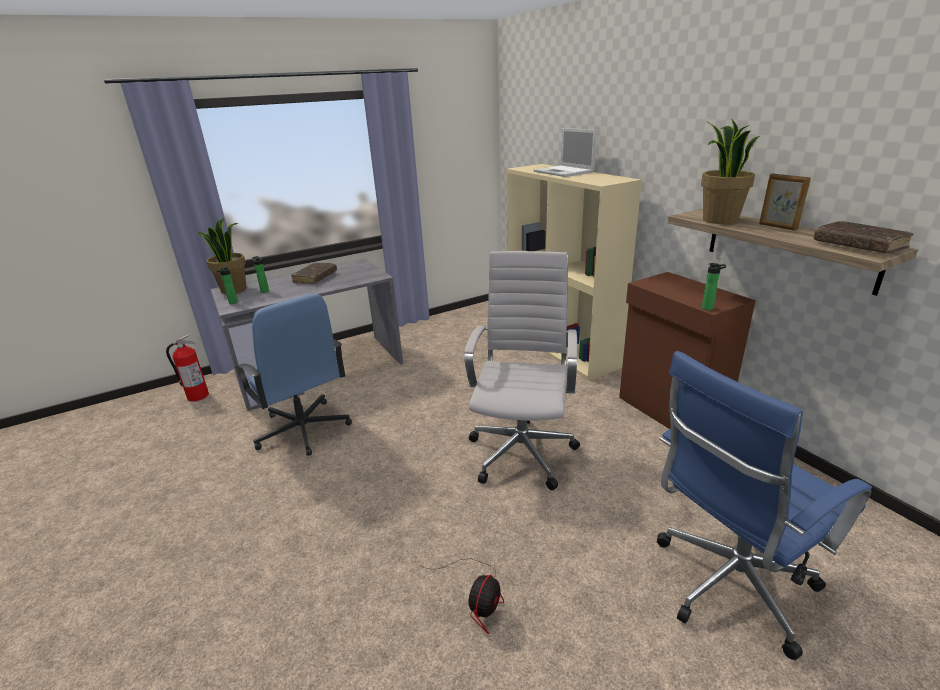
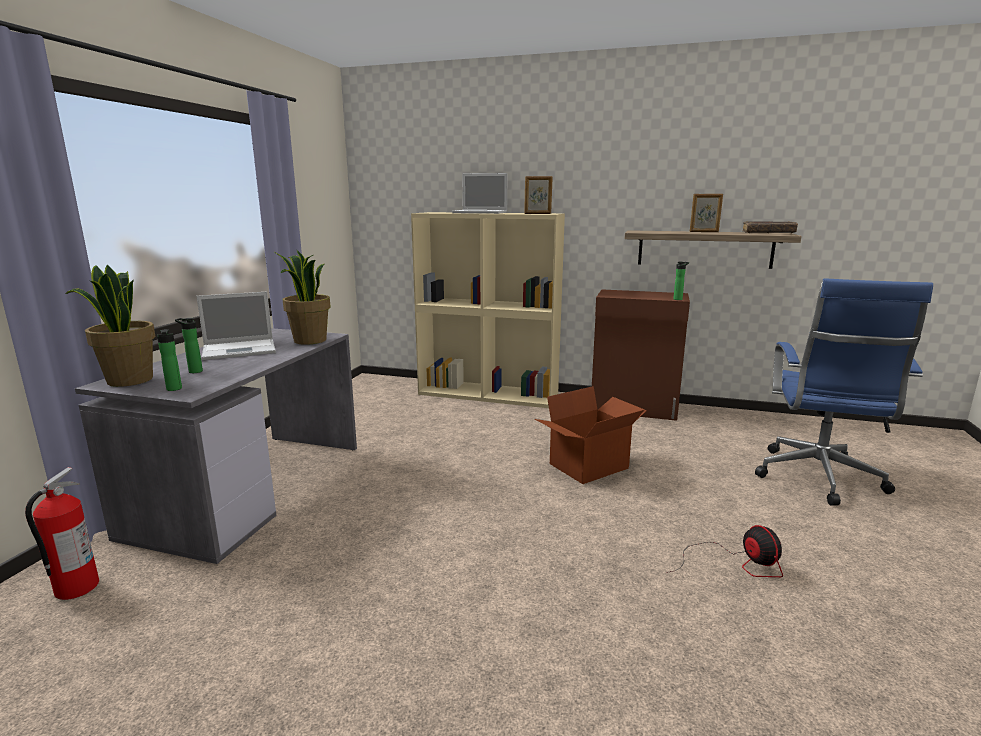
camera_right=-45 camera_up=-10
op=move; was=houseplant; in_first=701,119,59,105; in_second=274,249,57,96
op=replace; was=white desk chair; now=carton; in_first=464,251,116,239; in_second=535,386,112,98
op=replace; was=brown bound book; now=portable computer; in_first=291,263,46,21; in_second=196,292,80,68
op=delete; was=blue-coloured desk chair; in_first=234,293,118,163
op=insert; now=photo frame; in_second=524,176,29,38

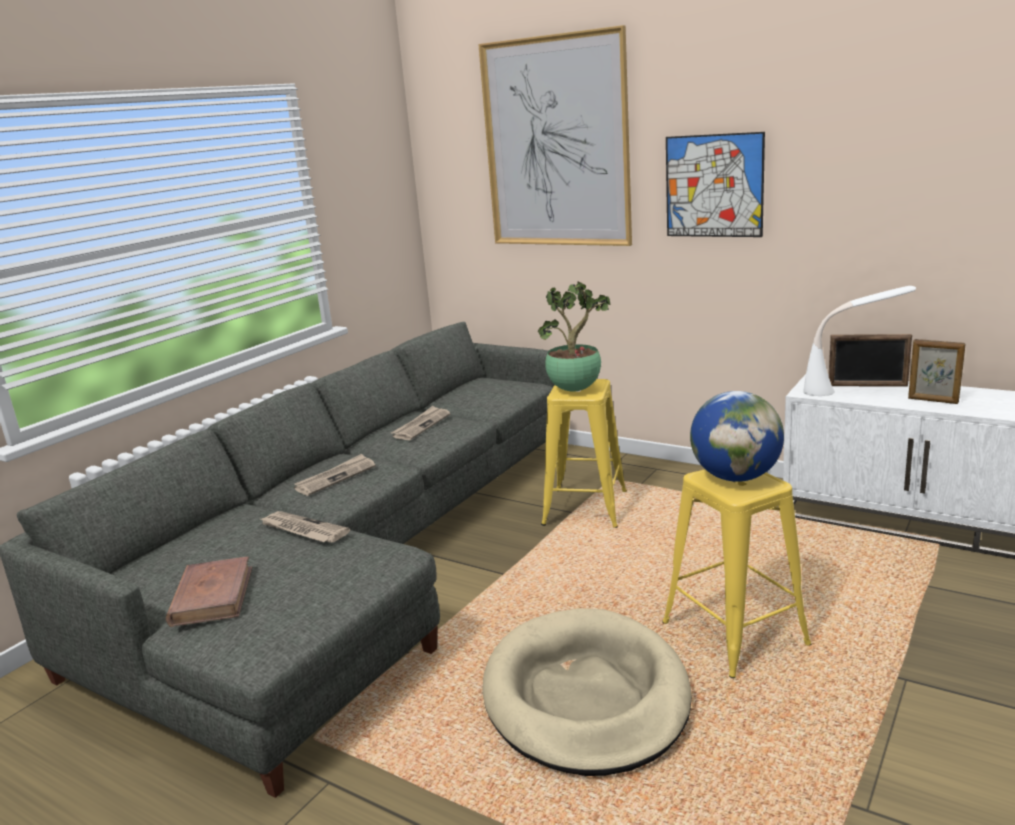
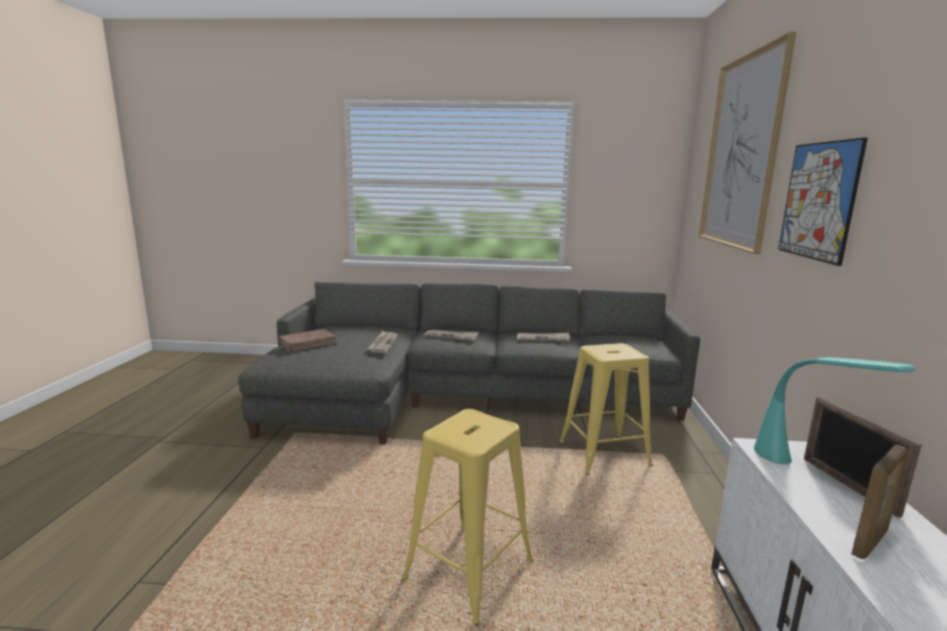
camera_right=60 camera_up=-5
op=delete; was=houseplant; in_first=538,281,72,111
op=recolor; was=white lamp for a table; now=turquoise-coloured lamp for a table; in_first=803,286,113,110; in_second=754,357,162,107
op=rotate; was=photo frame; in_first=908,339,58,65; in_second=851,445,57,114; clockwise=-135
op=delete; was=globe; in_first=690,391,94,91
op=delete; was=beige dog bed; in_first=482,608,210,168

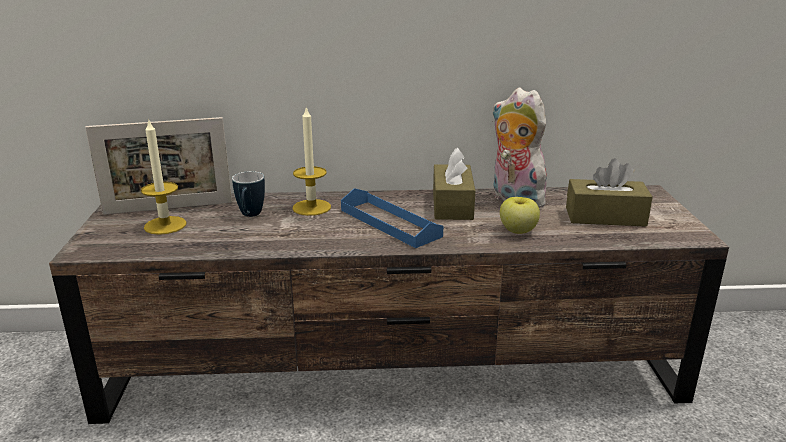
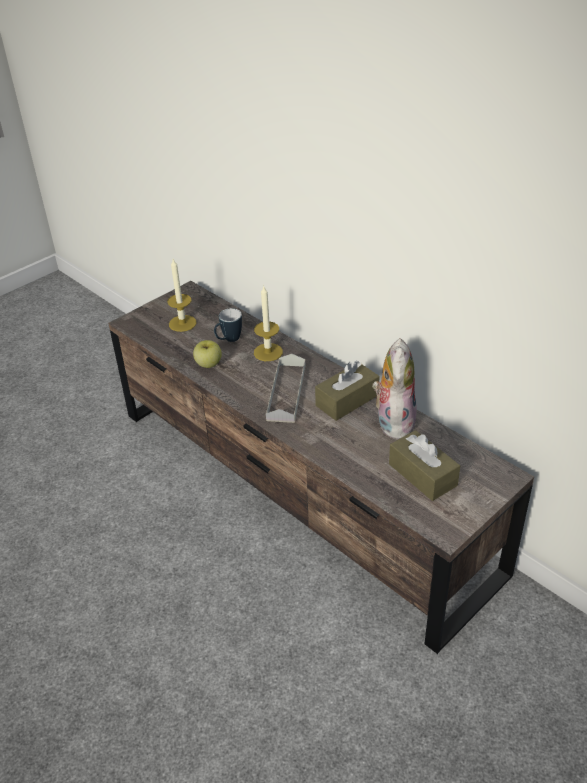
camera_right=50 camera_up=15
op=delete; was=photo frame; in_first=85,117,147,98
op=recolor; was=blue-coloured serving tray; now=gray serving tray; in_first=341,188,102,60; in_second=266,354,39,69
op=move; was=apple fruit; in_first=500,197,40,37; in_second=193,340,29,28

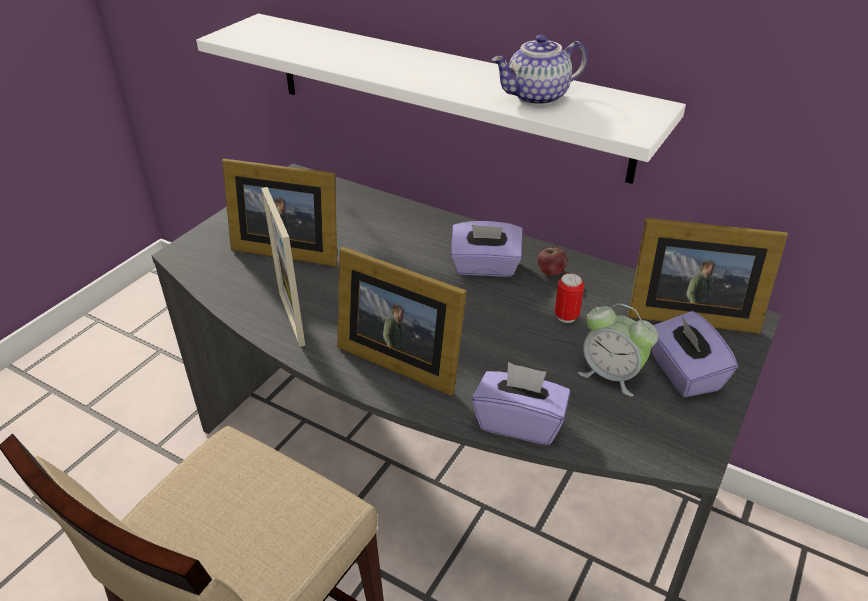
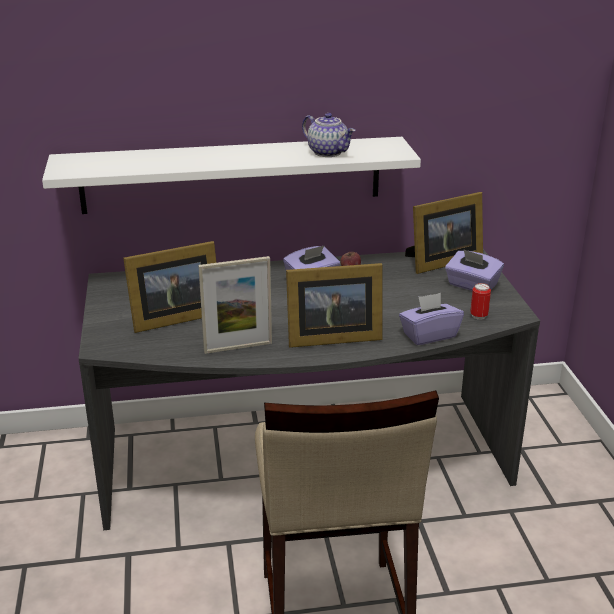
camera_right=-40 camera_up=-10
op=rotate; was=tea pot; in_first=491,35,96,71; in_second=302,113,54,44; clockwise=-75
op=rotate; was=photo frame; in_first=261,187,44,160; in_second=198,256,74,98; clockwise=-45
op=move; was=sealed can; in_first=555,273,29,50; in_second=470,283,21,37
op=delete; was=bedside clock; in_first=578,303,80,94

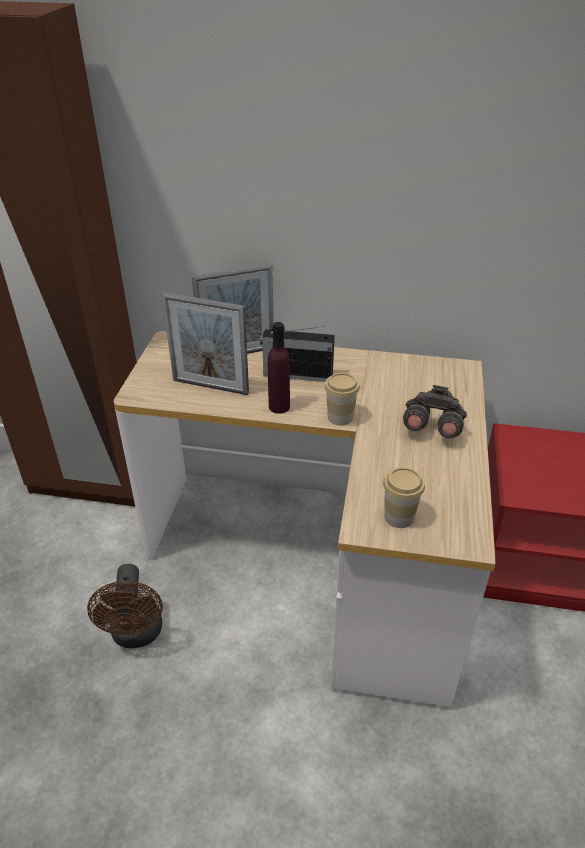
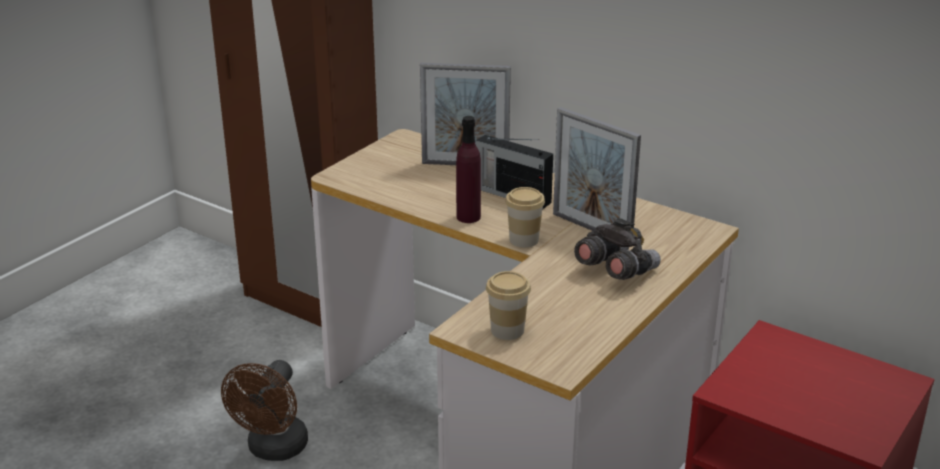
camera_right=25 camera_up=-10
op=move; was=photo frame; in_first=162,292,87,103; in_second=553,107,88,124

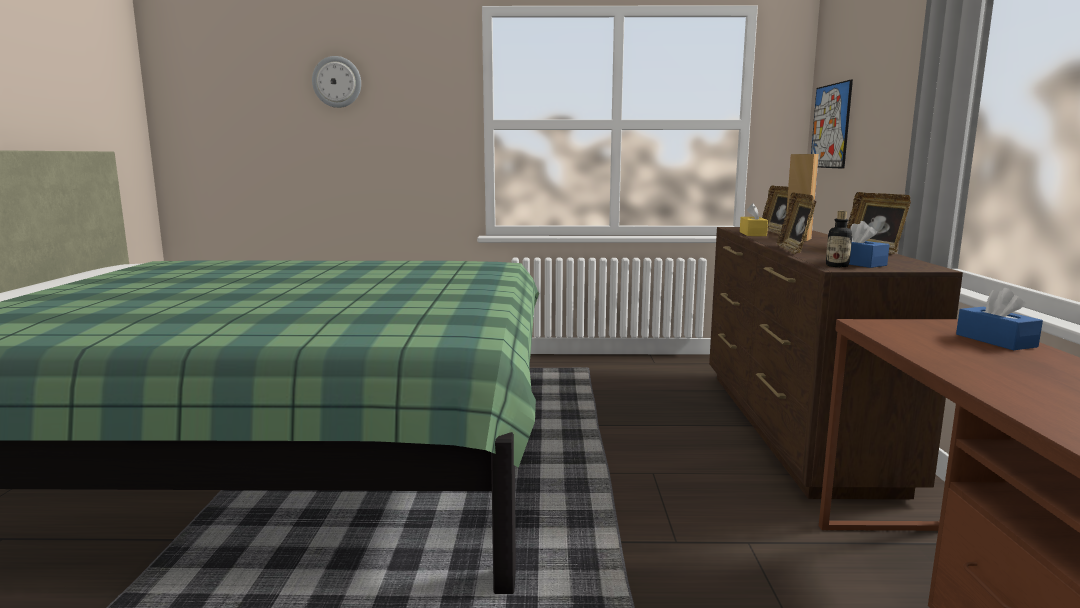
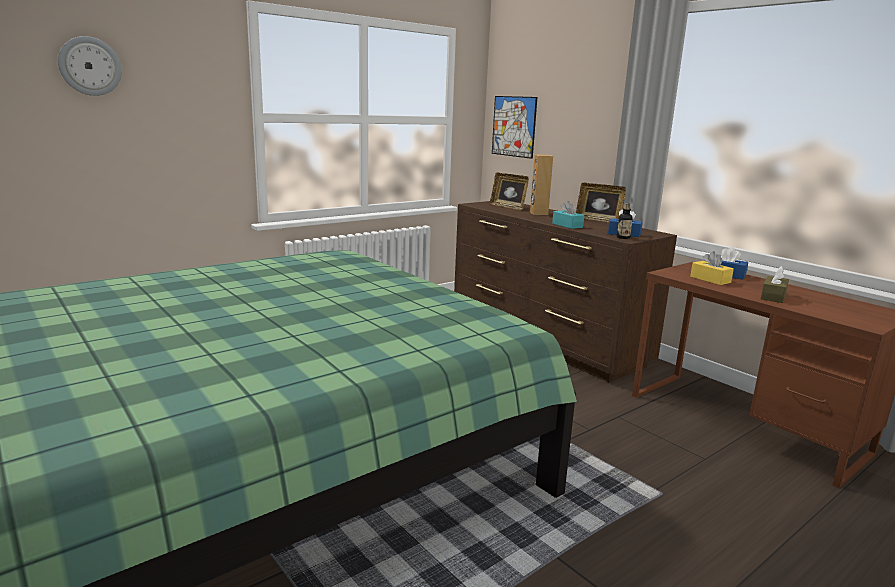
camera_right=-40 camera_up=5
op=replace; was=photo frame; now=turquoise-coloured box of tissues; in_first=777,192,40,62; in_second=552,201,32,28
op=move; was=yellow box of tissues; in_first=740,203,28,33; in_second=690,251,44,34
op=insert; now=brown box of tissues; in_second=761,266,28,37

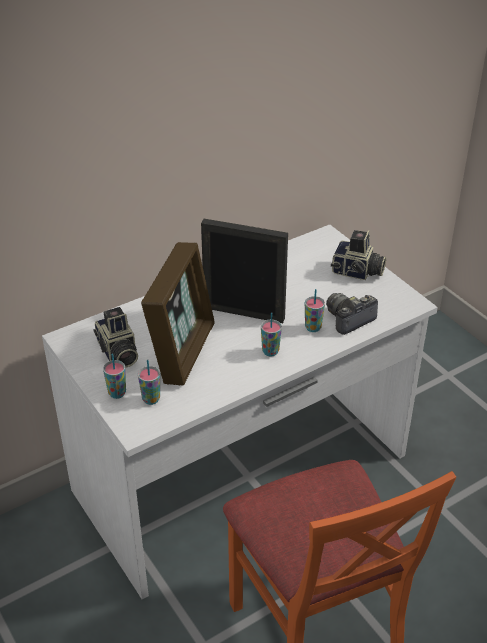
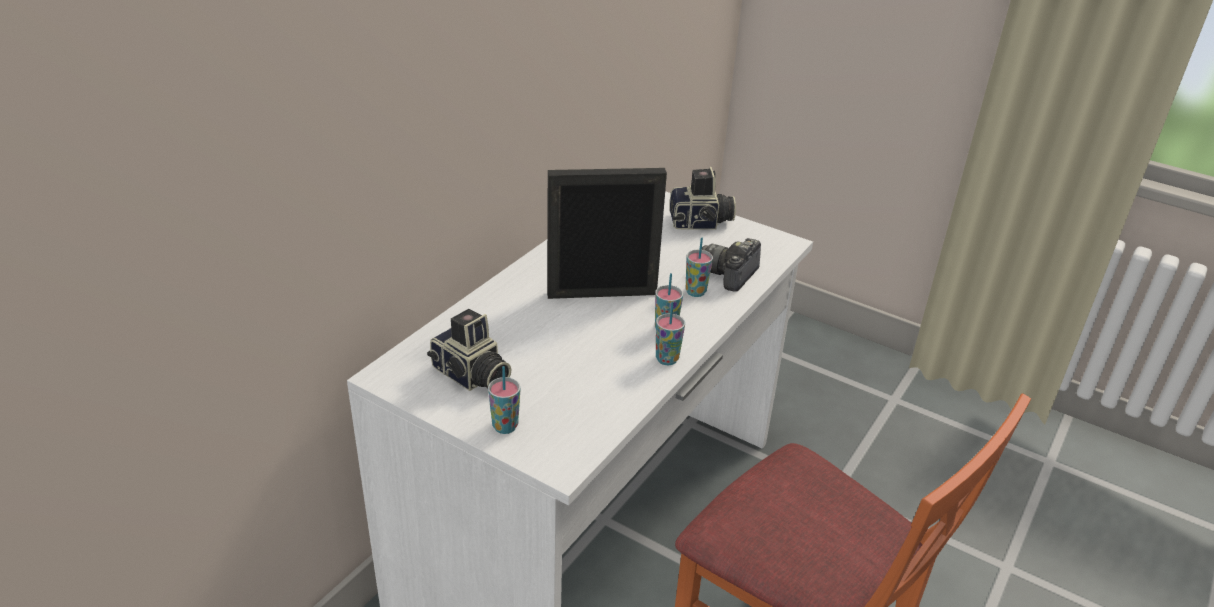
camera_right=-25 camera_up=-5
op=delete; was=photo frame; in_first=141,242,73,143
op=move; was=small cup; in_first=138,360,22,45; in_second=656,302,29,63

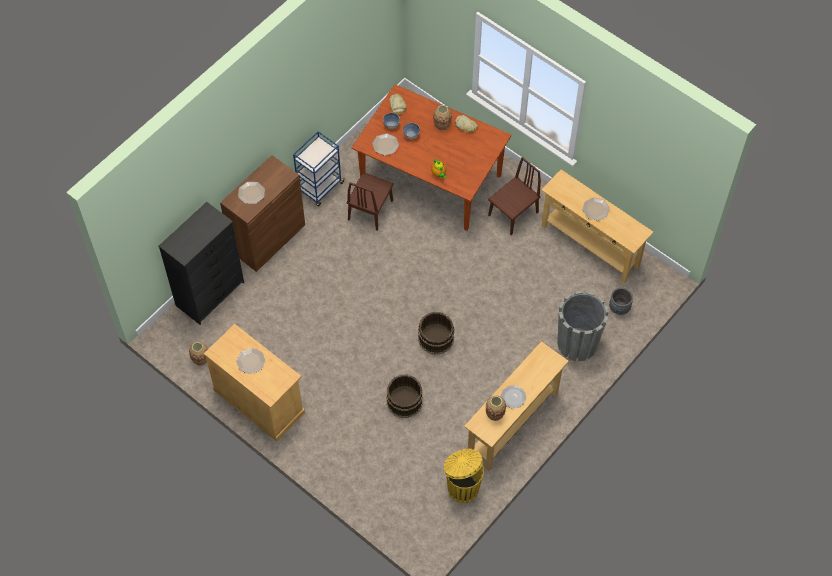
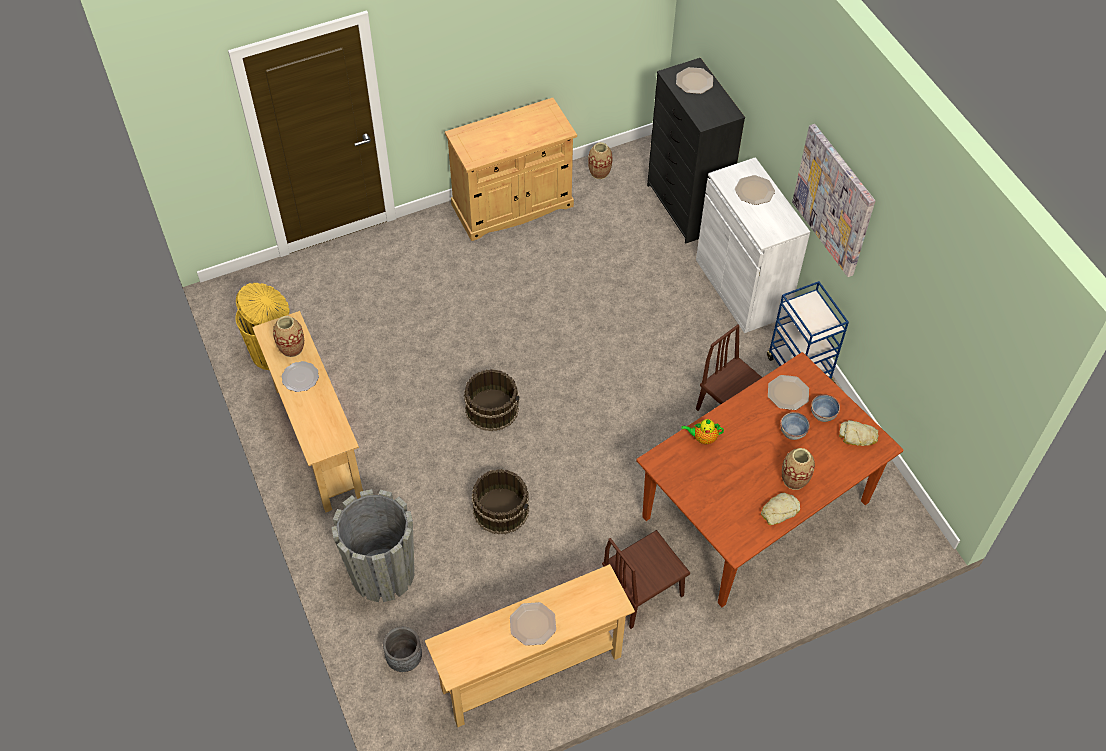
camera_right=115 camera_up=-5
op=recolor; was=brown cupboard; now=white cupboard; in_first=220,155,85,117; in_second=696,157,114,176
op=rotate; was=brown plain chair; in_first=488,157,53,78; in_second=602,530,88,99; clockwise=75
op=move; was=dinner plate; in_first=236,348,30,26; in_second=676,67,37,27
op=move; was=brown bucket; in_first=386,375,37,43; in_second=472,469,57,66
op=insert; now=wall art; in_second=792,124,83,153

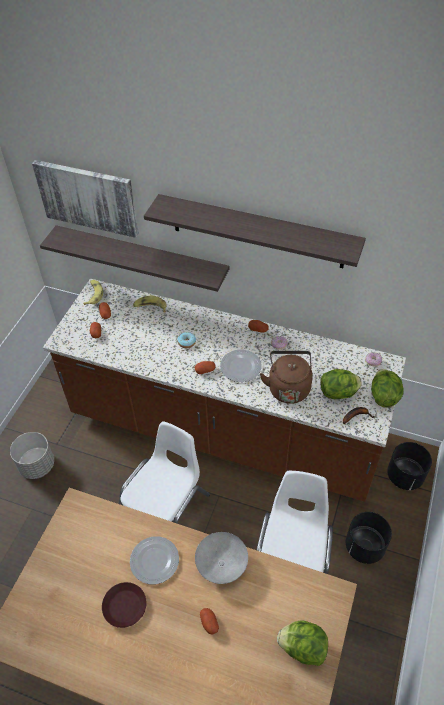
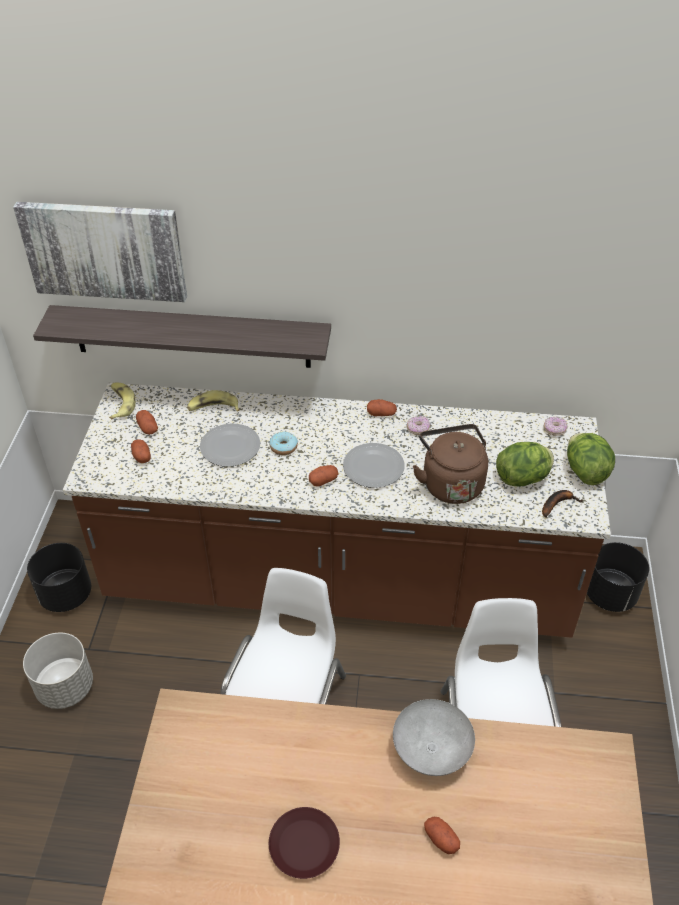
camera_right=-15 camera_up=-5
op=delete; was=bracket shelf; in_first=144,194,222,74
op=move; was=black flower pot; in_first=346,512,46,52; in_second=27,543,64,69
op=move; was=dinner plate; in_first=130,536,49,48; in_second=200,424,60,42
op=delete; was=lettuce; in_first=277,620,51,46

